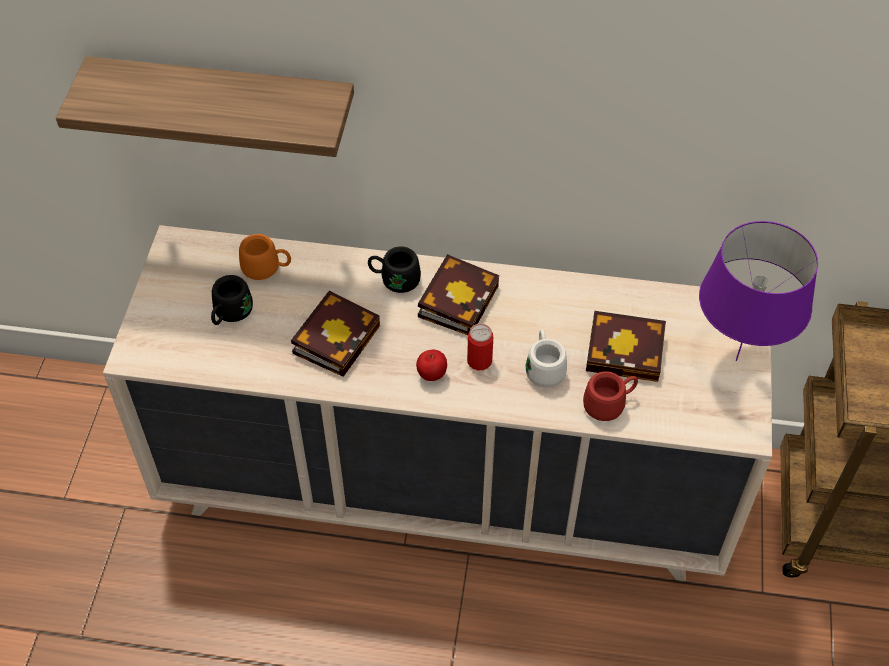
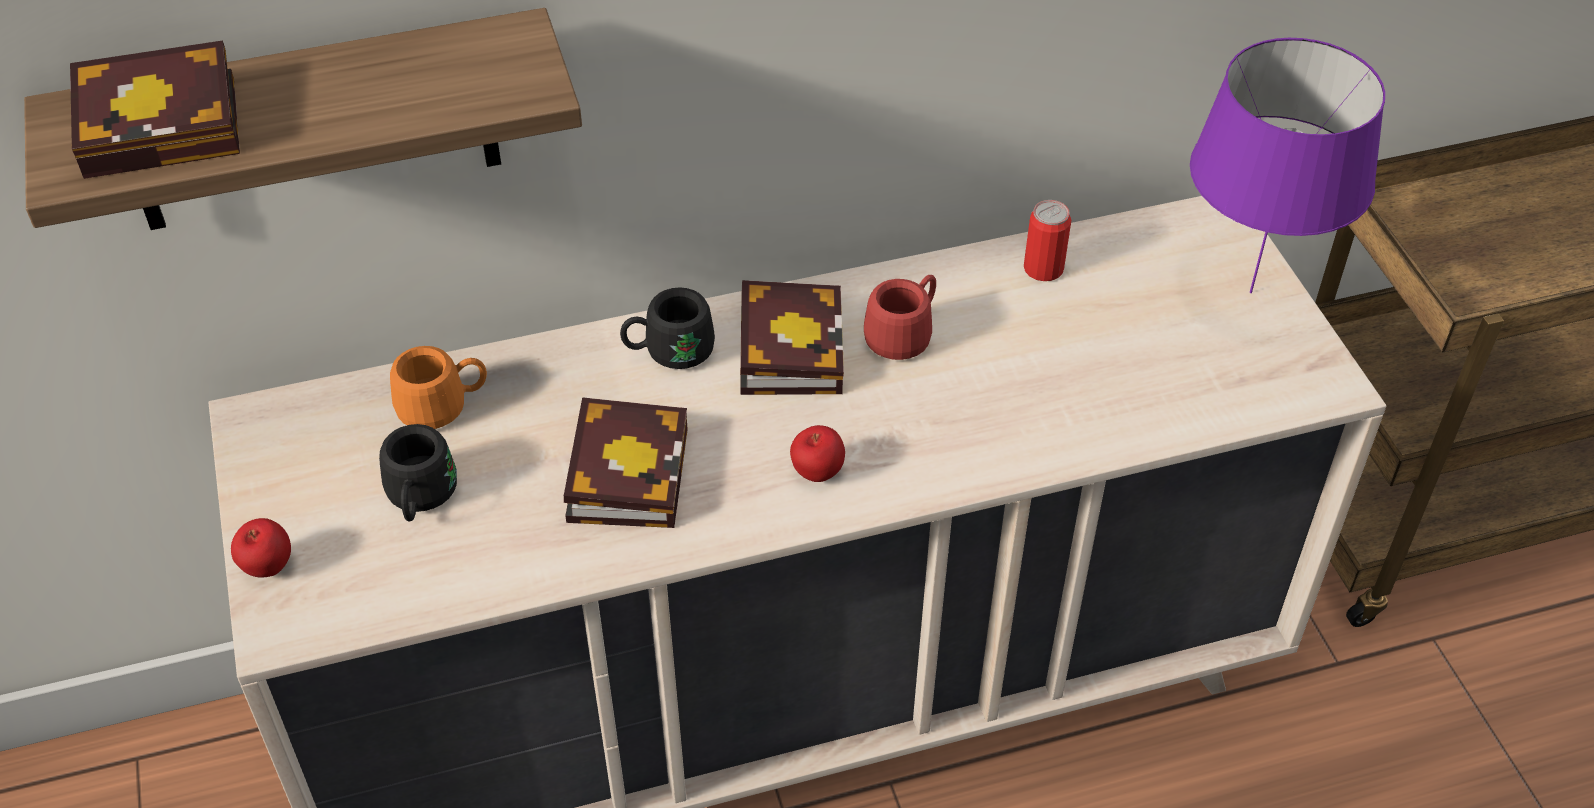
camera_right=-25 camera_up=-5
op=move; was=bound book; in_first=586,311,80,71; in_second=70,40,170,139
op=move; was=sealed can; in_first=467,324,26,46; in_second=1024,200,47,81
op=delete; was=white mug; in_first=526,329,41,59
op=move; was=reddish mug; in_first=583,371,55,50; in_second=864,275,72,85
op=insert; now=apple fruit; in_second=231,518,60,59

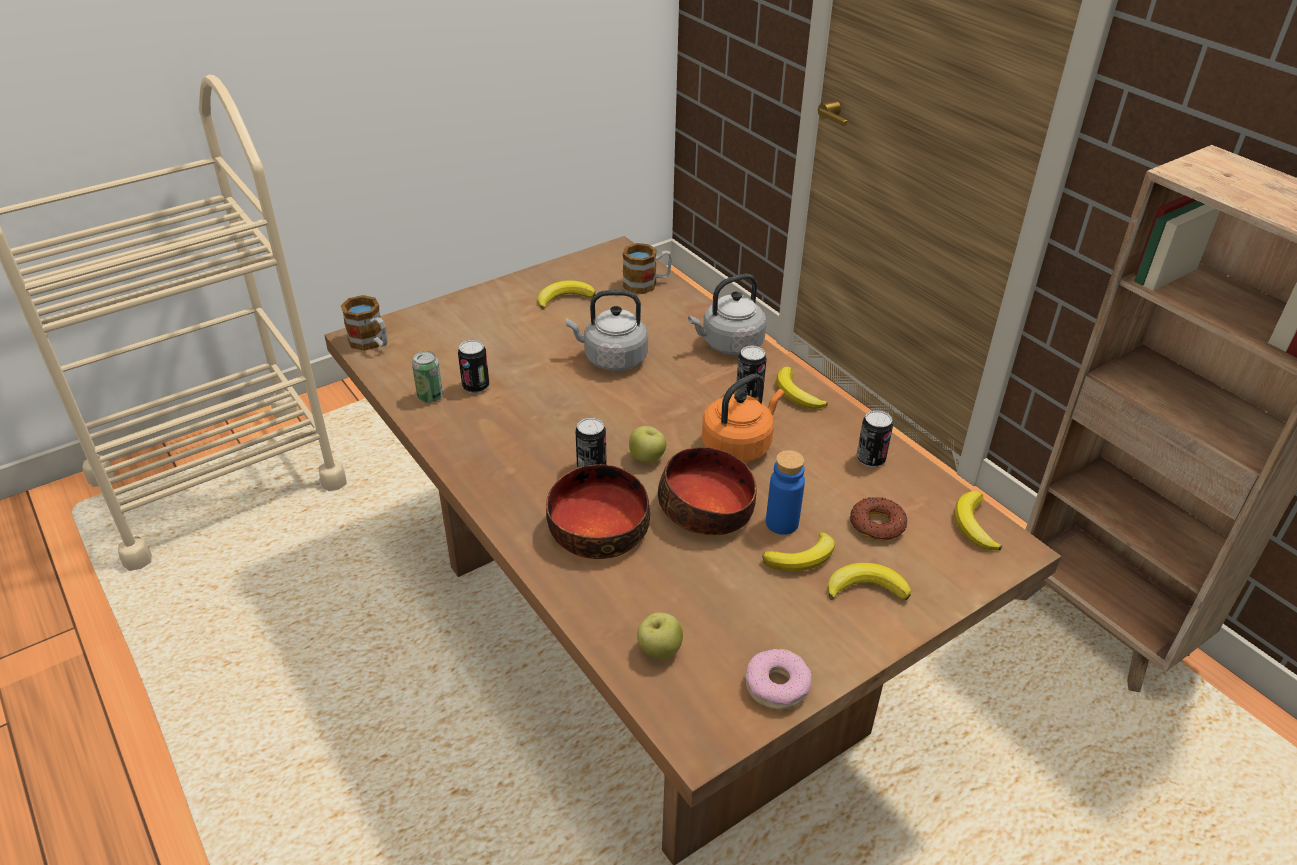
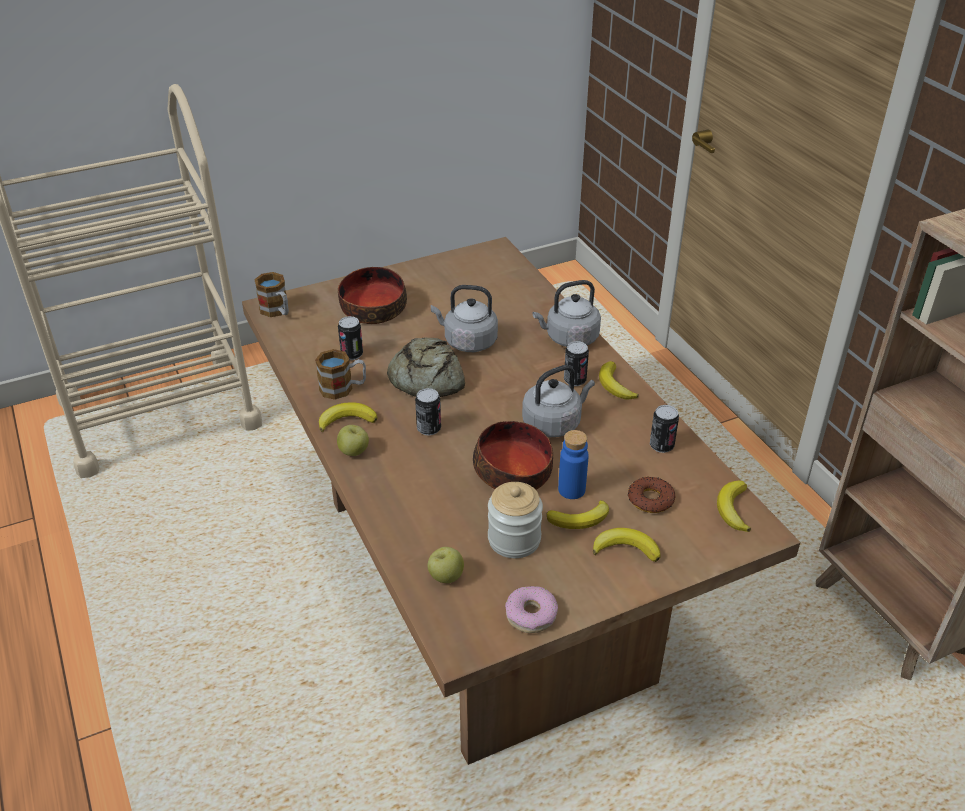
camera_right=10 camera_up=0
op=move; was=mug; in_first=623,243,49,51; in_second=315,349,51,51
op=move; was=whole banana; in_first=538,280,57,30; in_second=319,402,58,30
op=delete; was=sealed can; in_first=412,351,31,52
op=recolor; was=orange kettle; now=gray kettle; in_first=702,374,82,88; in_second=522,365,73,72
op=move; was=apple fruit; in_first=629,426,37,37; in_second=337,425,32,31
op=move; was=serving bowl; in_first=546,464,104,95; in_second=338,267,69,57
op=insert; now=bread; in_second=387,338,78,59
op=insert; now=preserve jar; in_second=488,482,55,76

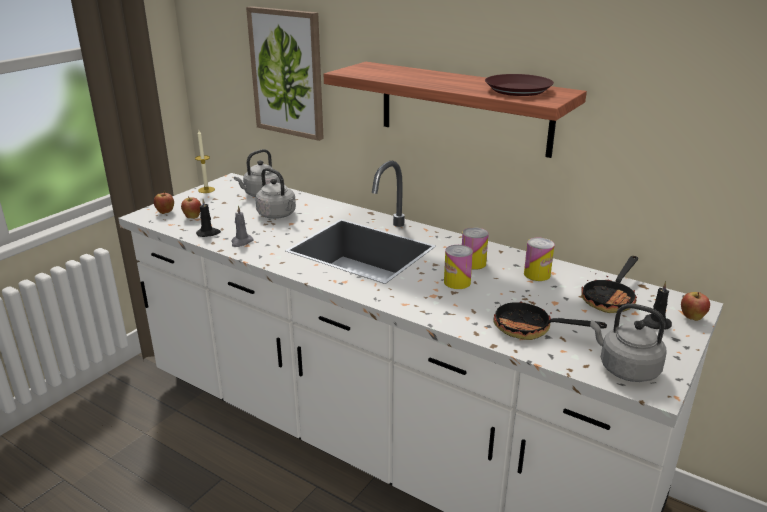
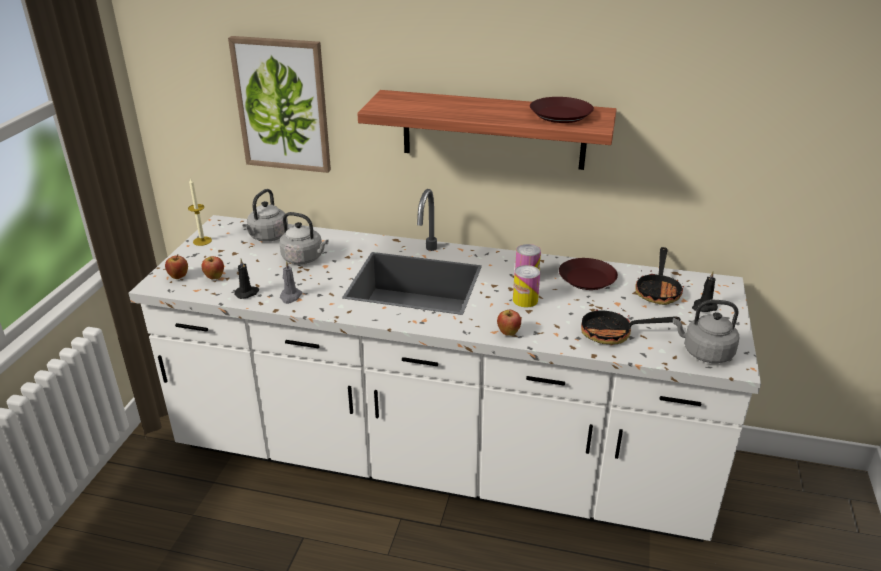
camera_right=-20 camera_up=5
op=replace; was=sealed can; now=brown dinner plate; in_first=524,238,31,43; in_second=559,258,59,32
op=move; was=apple fruit; in_first=681,292,29,29; in_second=497,310,24,26

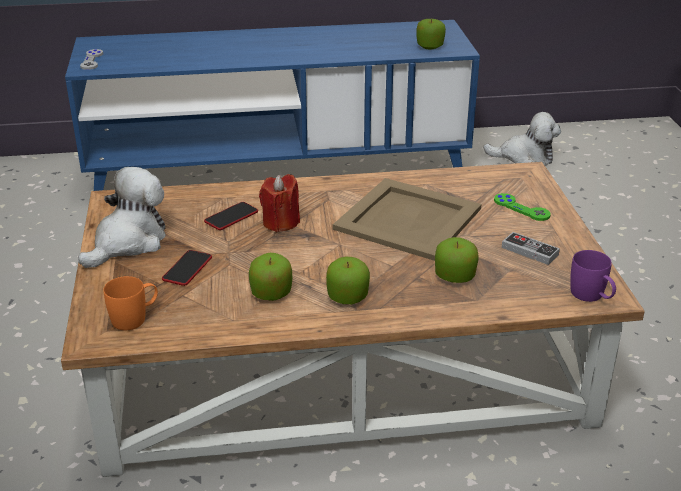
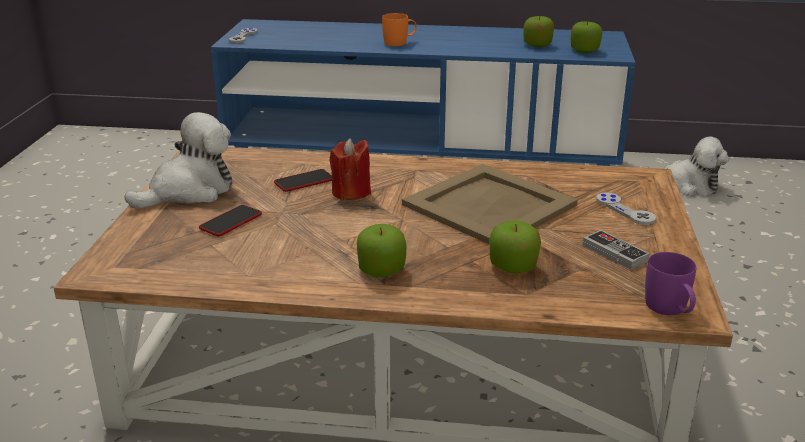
camera_right=15 camera_up=-5
op=recolor; was=greenish gamepad; now=gray gamepad; in_first=494,193,57,28; in_second=596,192,60,33
op=move; was=apple fruit; in_first=249,253,43,48; in_second=523,16,31,31
op=move; was=orange mug; in_first=103,276,55,54; in_second=382,13,35,33

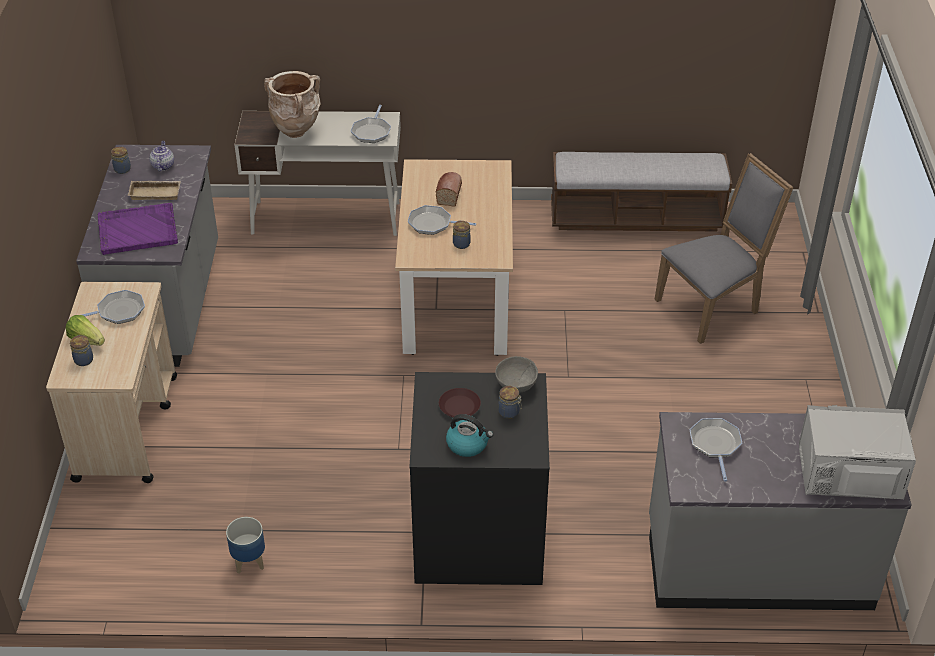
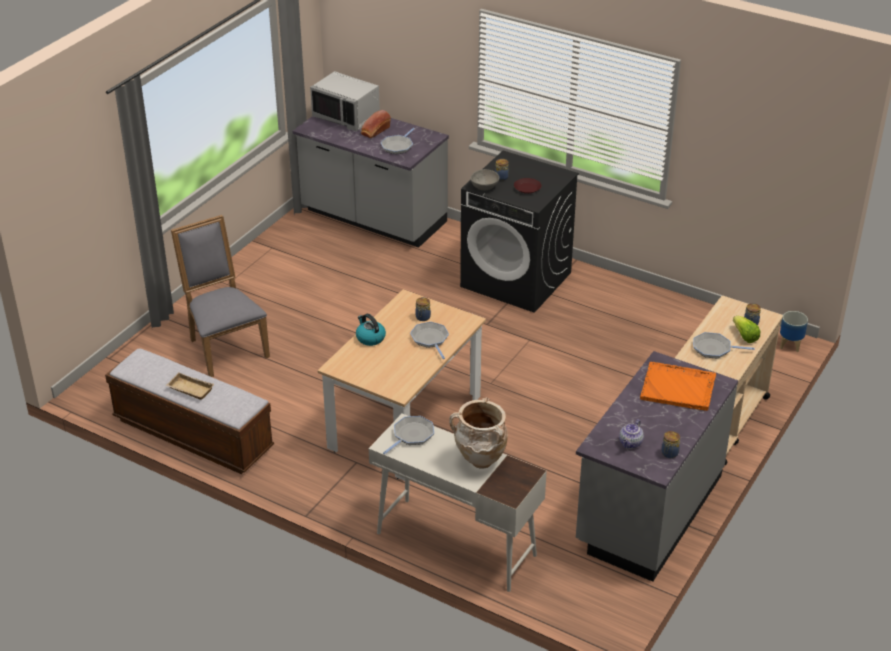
camera_right=-150 camera_up=-5
op=rotate; was=gray plain chair; in_first=655,153,139,191; in_second=171,215,99,162; clockwise=60
op=move; was=bread; in_first=436,172,26,35; in_second=361,110,30,28
op=move; was=beige serving tray; in_first=128,181,53,19; in_second=166,372,48,28
op=recolor; was=purple serving tray; now=orange serving tray; in_first=98,203,80,52; in_second=640,362,76,49
op=rotate; was=pan; in_first=408,205,68,30; in_second=410,322,39,37; clockwise=-150
op=move; was=kettle; in_first=446,414,47,43; in_second=356,314,30,32
op=move; was=flower pot; in_first=226,517,39,57; in_second=780,311,28,41

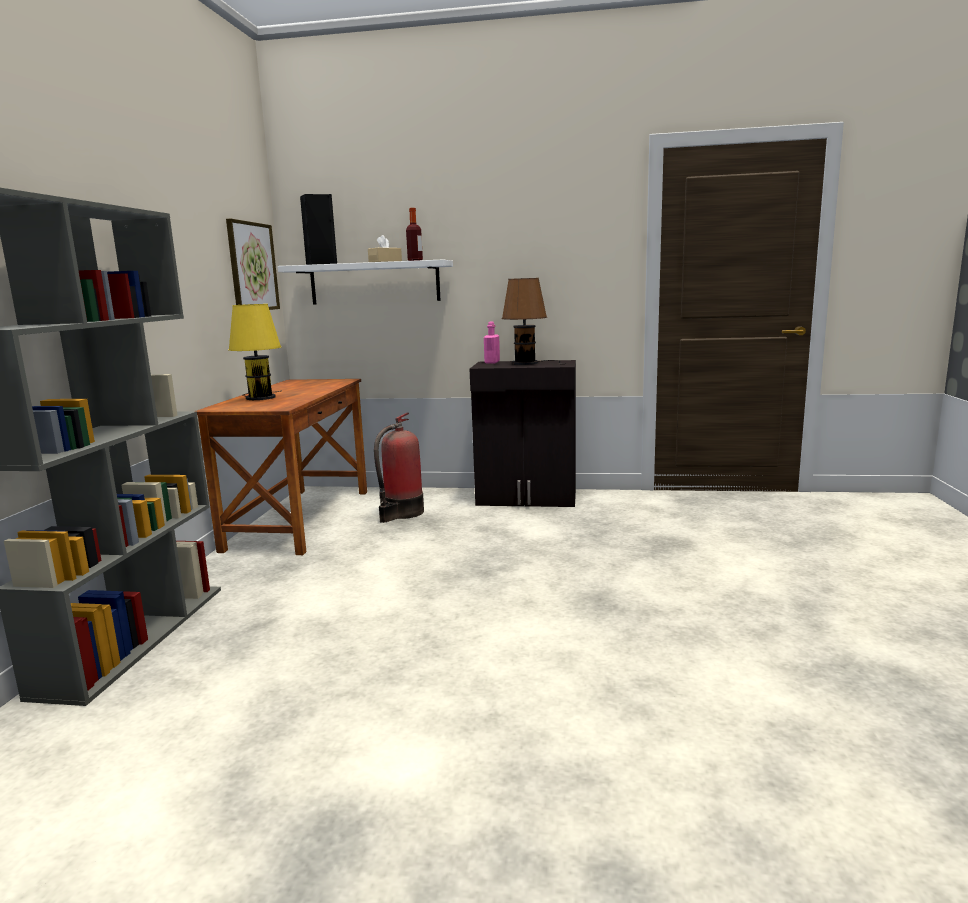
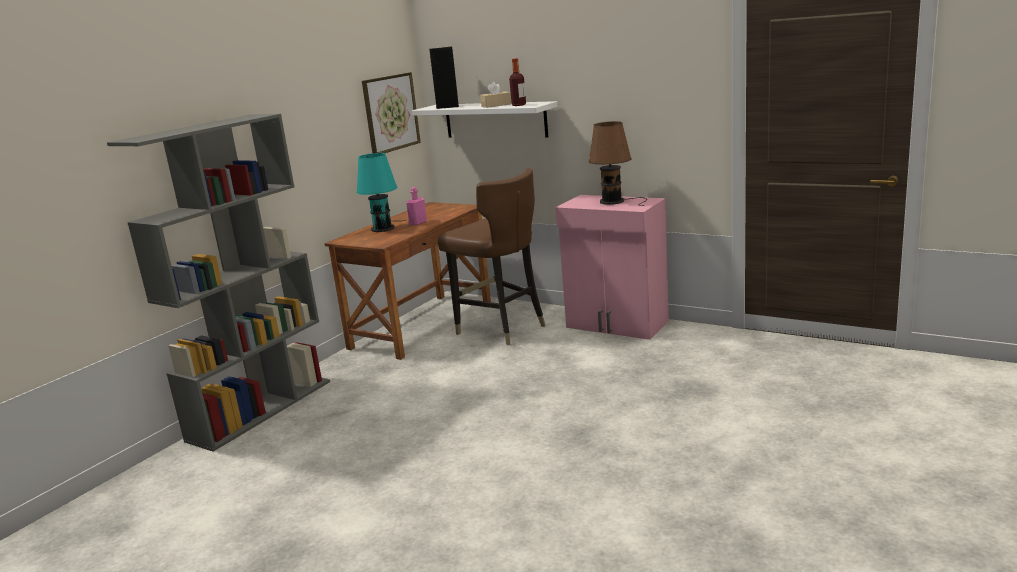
camera_right=25 camera_up=5
op=recolor; was=yellow lamp for a table; now=turquoise-coloured lamp for a table; in_first=228,304,53,96; in_second=356,153,51,79
op=move; was=pink drink bottle; in_first=484,321,16,43; in_second=406,187,21,39
op=recolor; was=black cupboard; now=pink cupboard; in_first=470,360,106,147; in_second=555,195,114,145
op=replace; was=extinguisher; now=brown plain chair; in_first=374,413,50,110; in_second=438,168,108,177

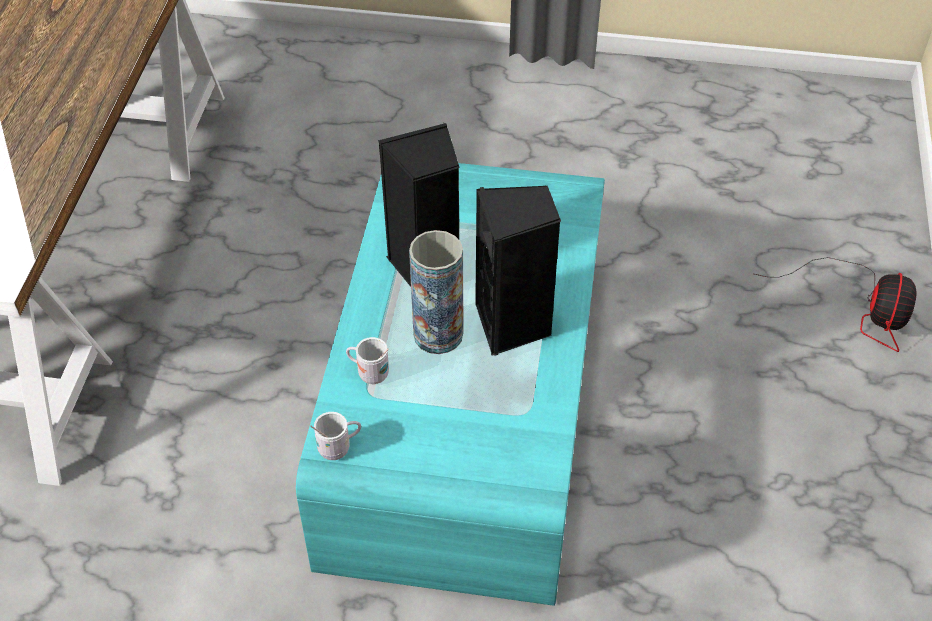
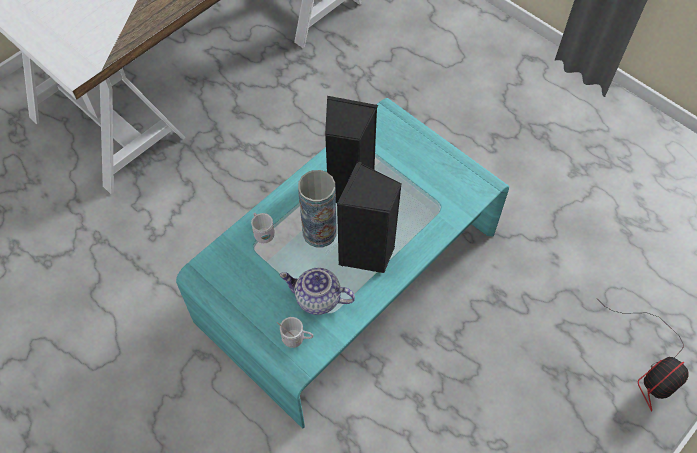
camera_right=35 camera_up=10
op=move; was=white mug; in_first=310,412,51,48; in_second=277,317,36,31
op=insert; now=tea pot; in_second=280,268,75,47

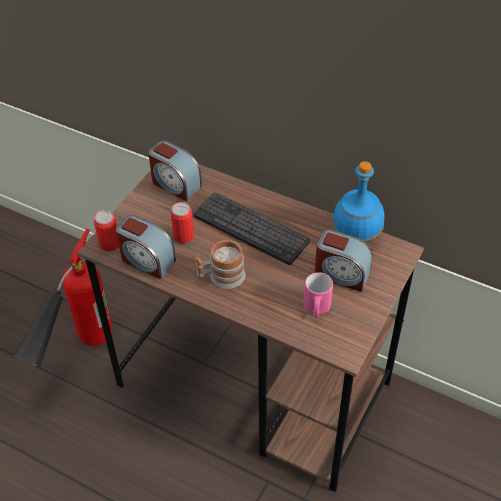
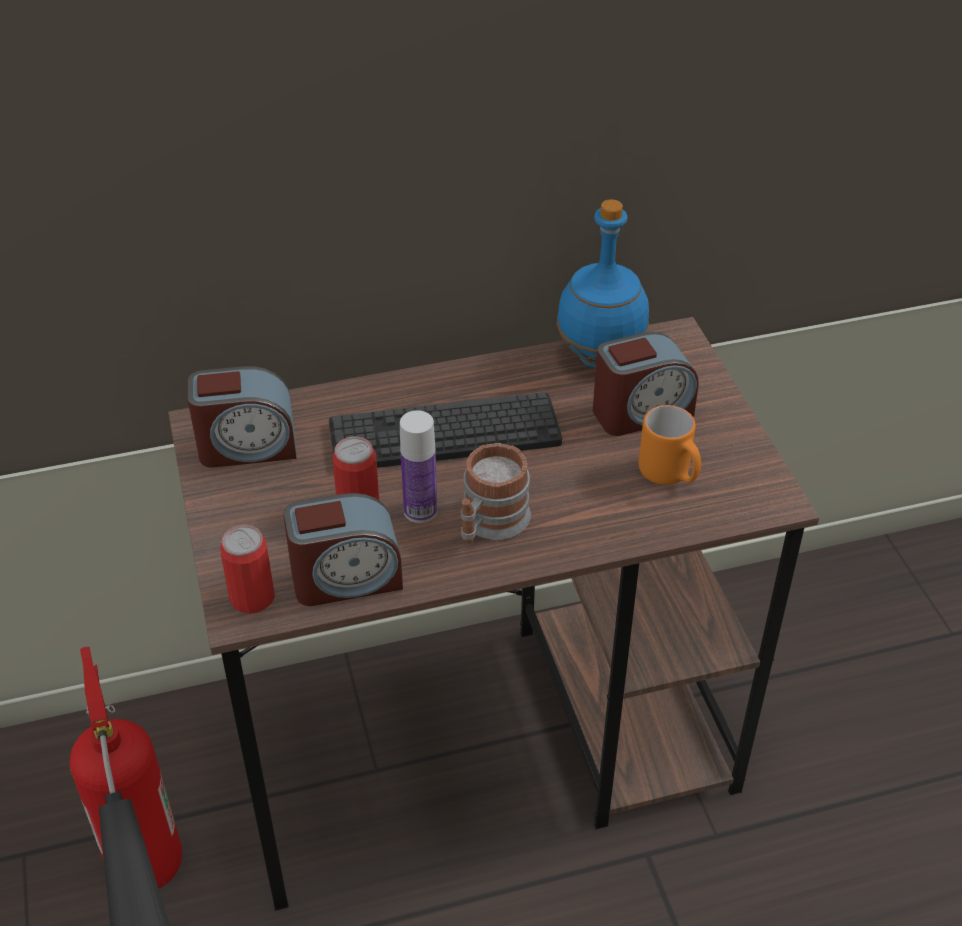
camera_right=-45 camera_up=-5
op=recolor; was=pink mug; now=orange mug; in_first=304,272,29,46; in_second=639,405,62,80
op=insert; now=drink bottle; in_second=400,410,37,113

